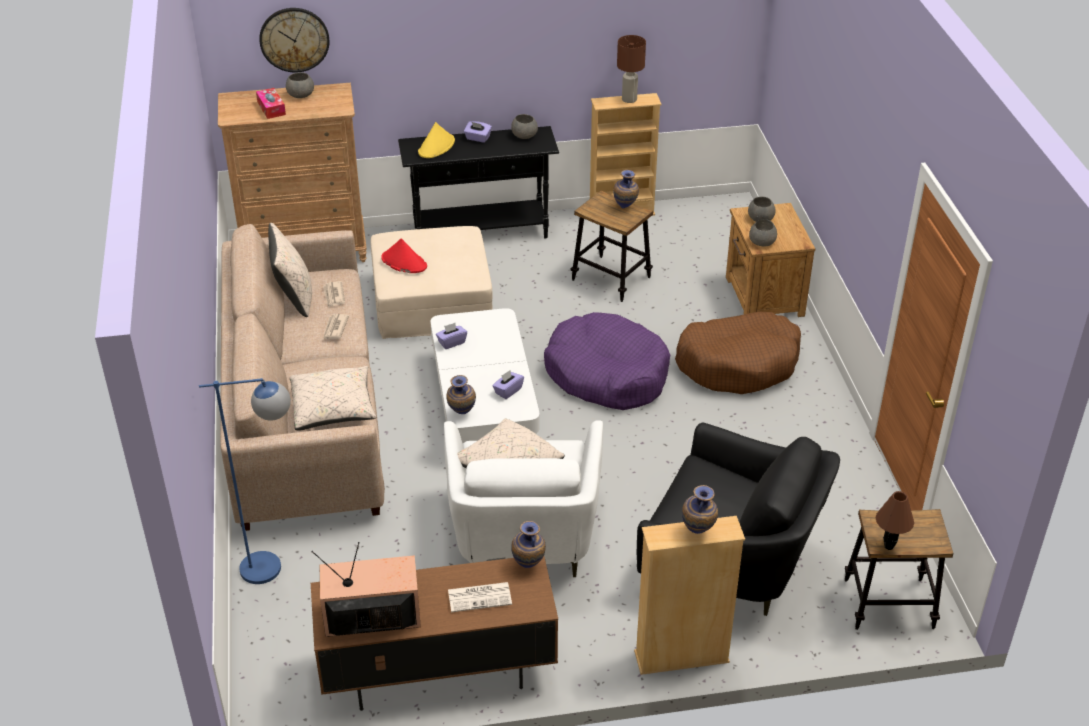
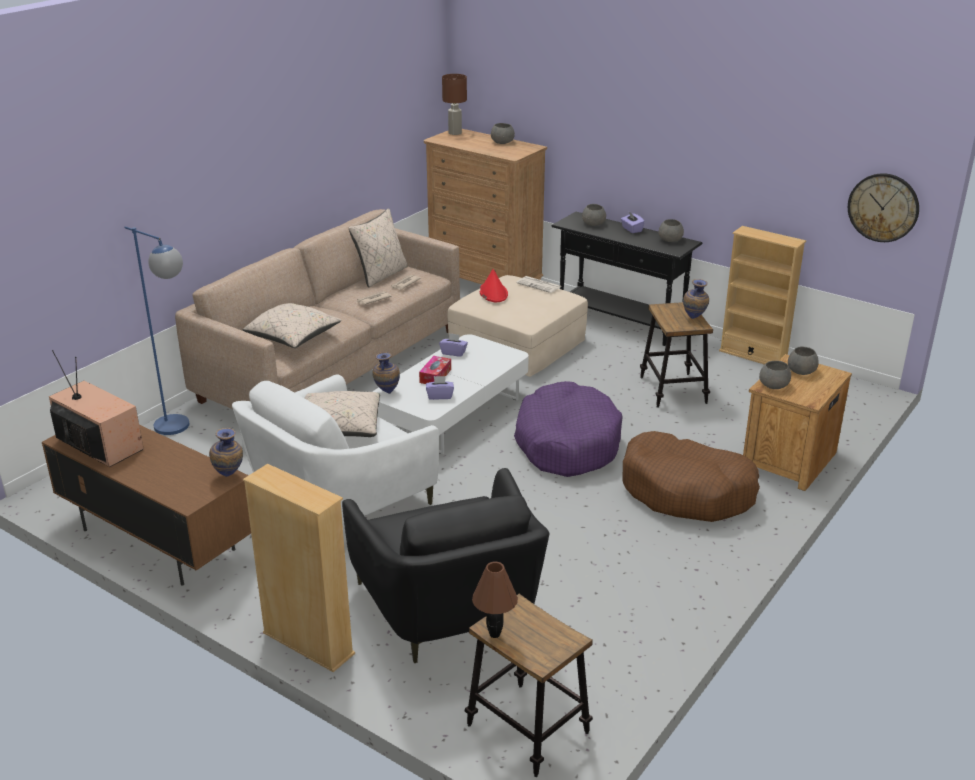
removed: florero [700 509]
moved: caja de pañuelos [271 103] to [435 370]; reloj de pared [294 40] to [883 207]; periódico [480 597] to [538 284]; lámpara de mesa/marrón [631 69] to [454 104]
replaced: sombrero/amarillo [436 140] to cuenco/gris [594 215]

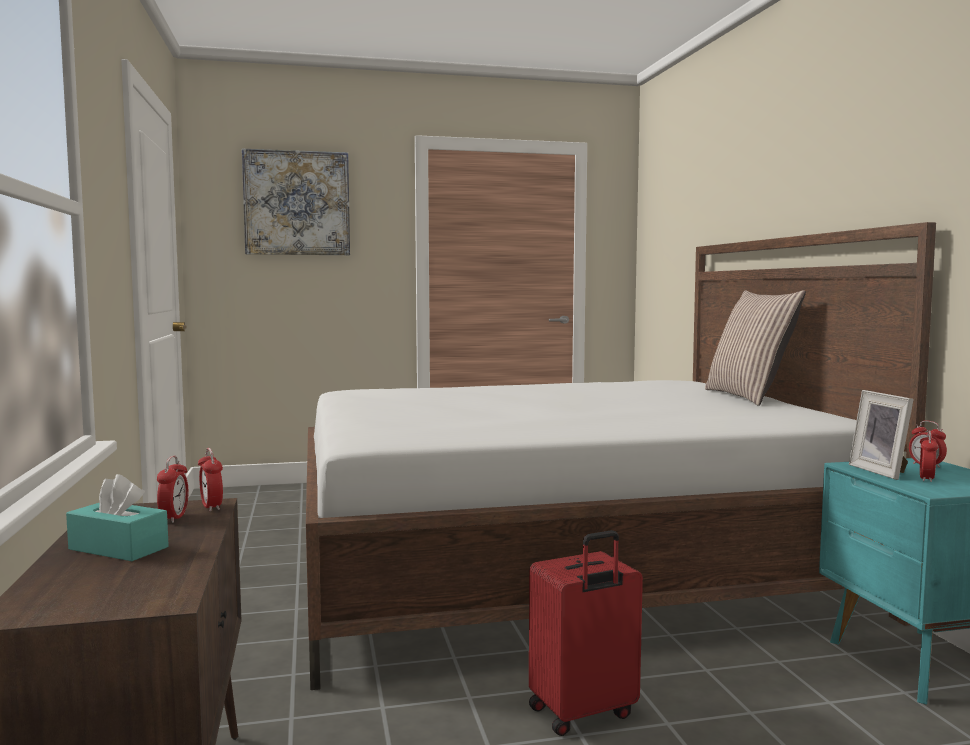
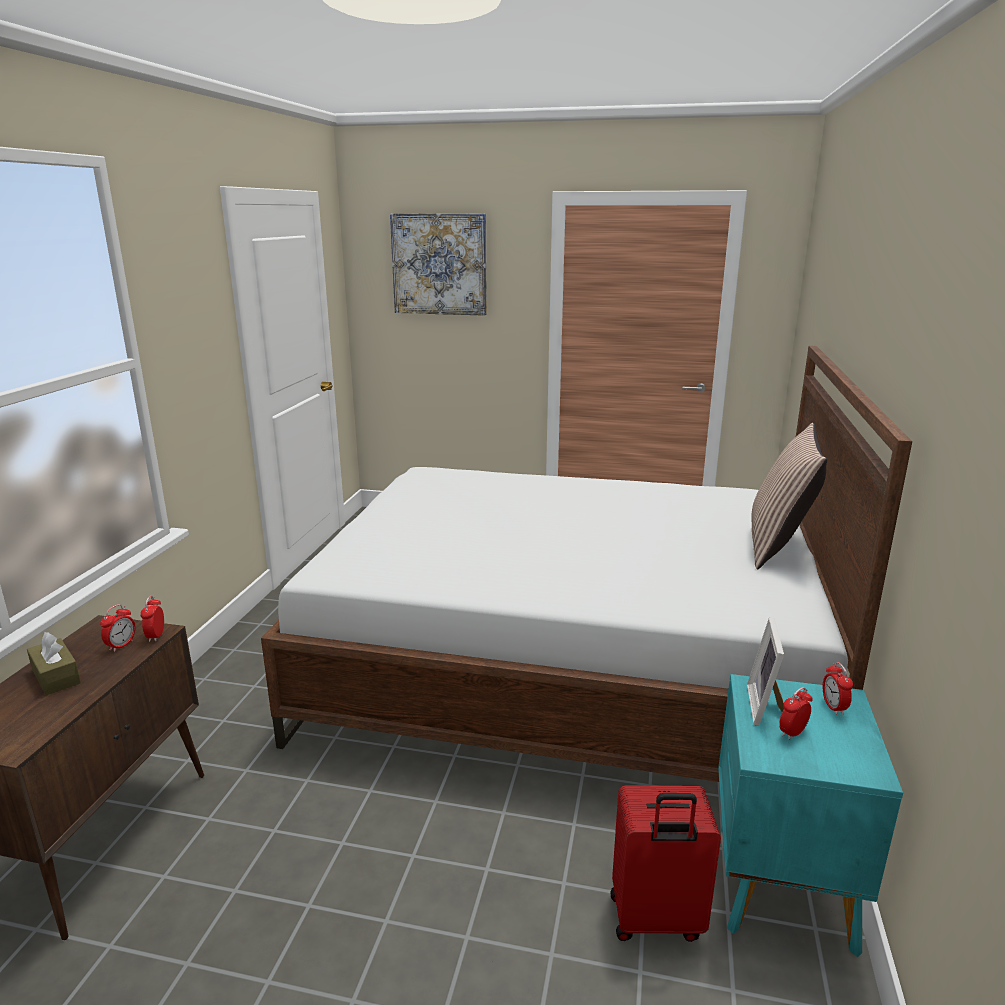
moved: maleta/rojo [586 633] to [665 864]
recoloured: caja de pañuelos/turquesa [117 517] to caja de pañuelos/marrón [54 664]

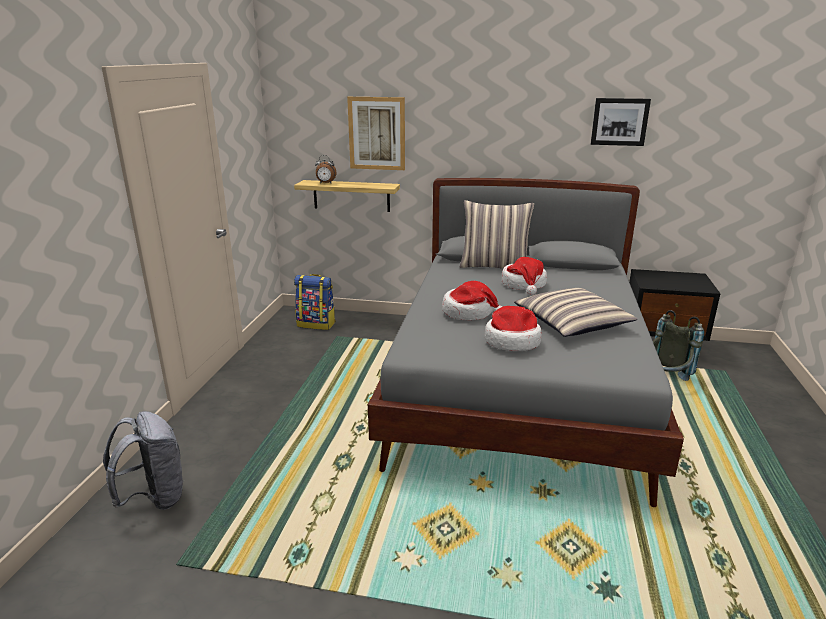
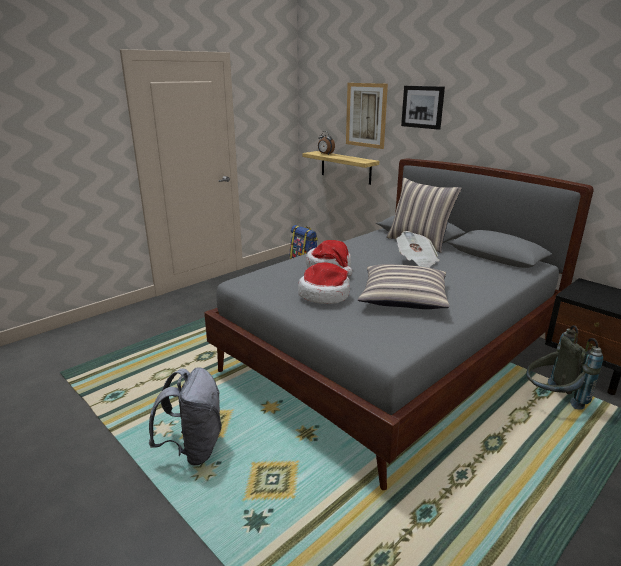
moved: mochila/gris [143 460] to [185 416]; cuadro [621 122] to [423 108]
replaced: sombrero [524 276] to periódico [418 249]

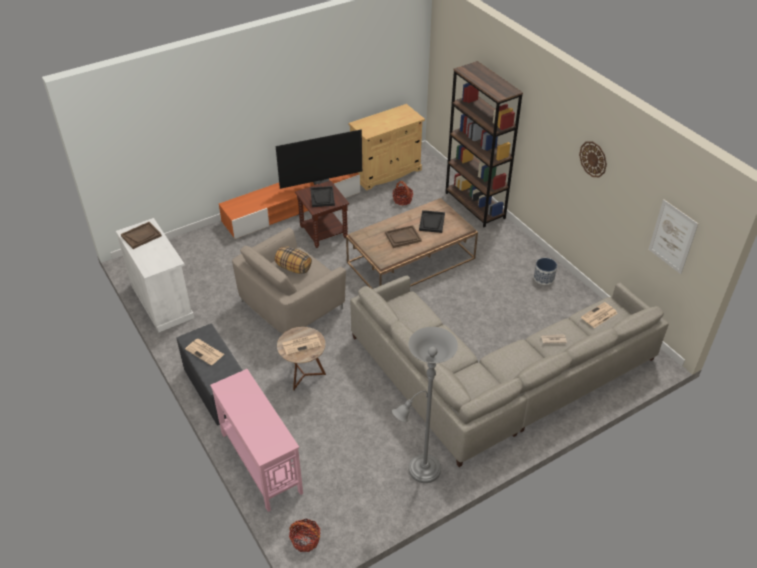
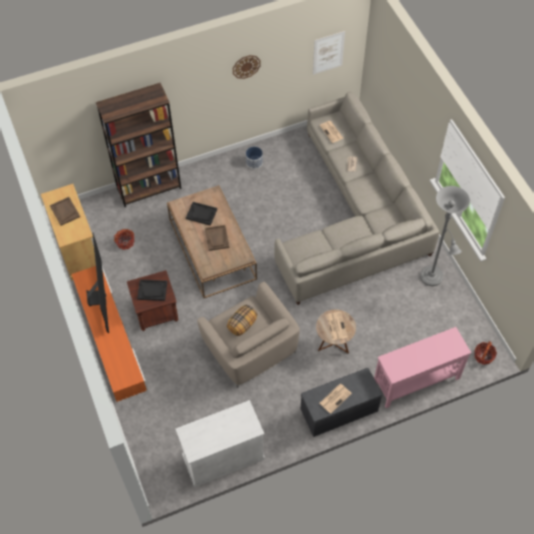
moved: bandeja/marrón [141 235] to [65 211]

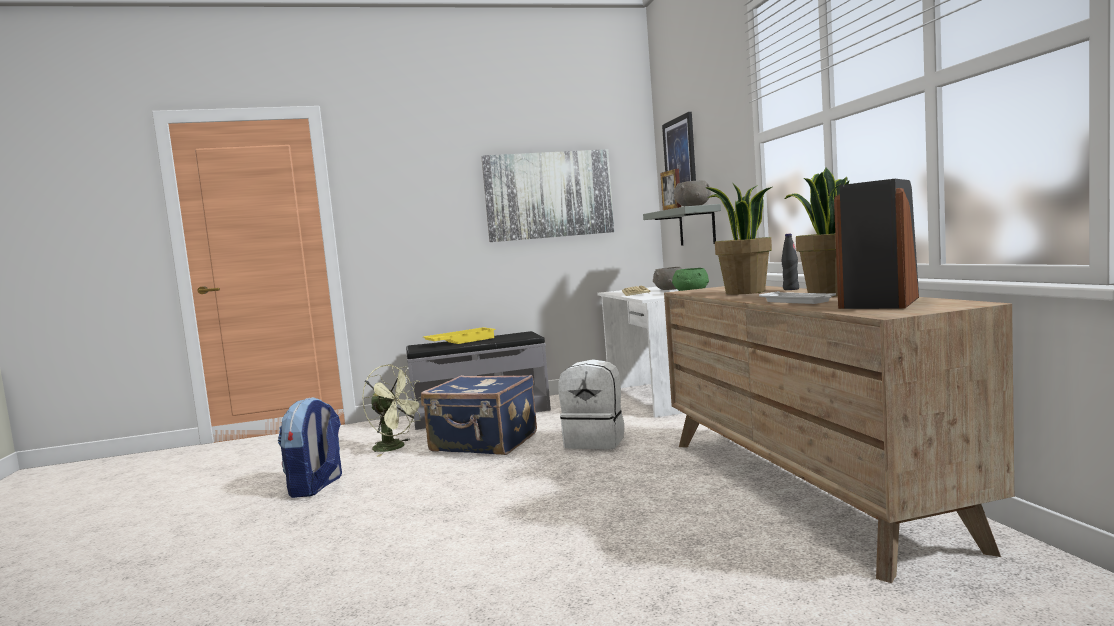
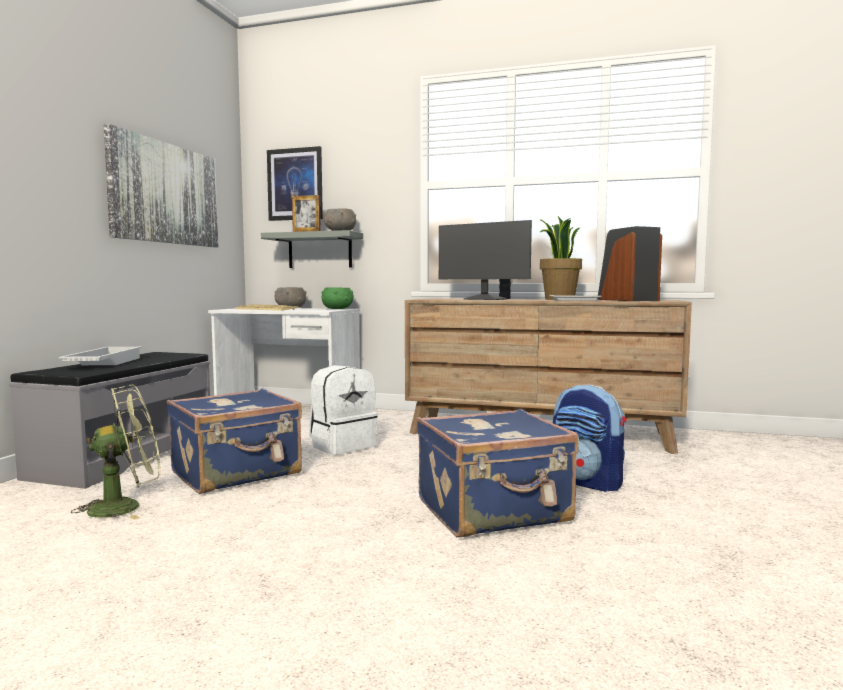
added: maleta/azul [498 473]
moved: mochila [310 447] to [590 438]
replaced: planta en maceta [738 238] to monitor [485 260]
recoloured: bandeja/amarillo [459 335] to bandeja/blanco [100 356]

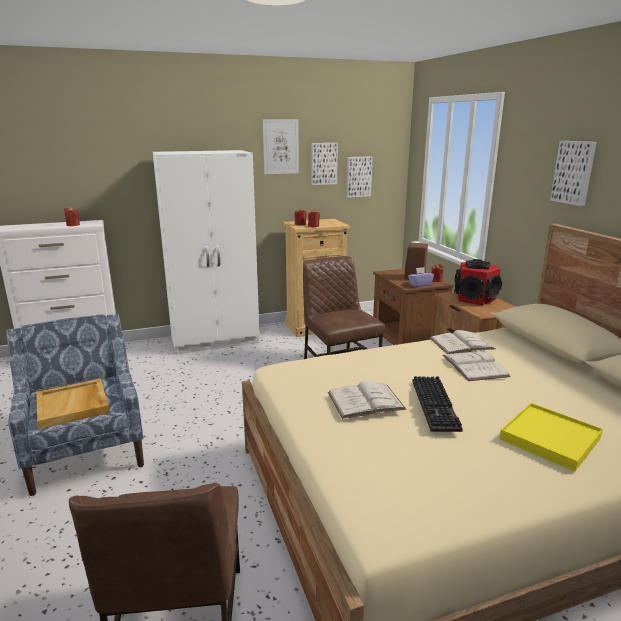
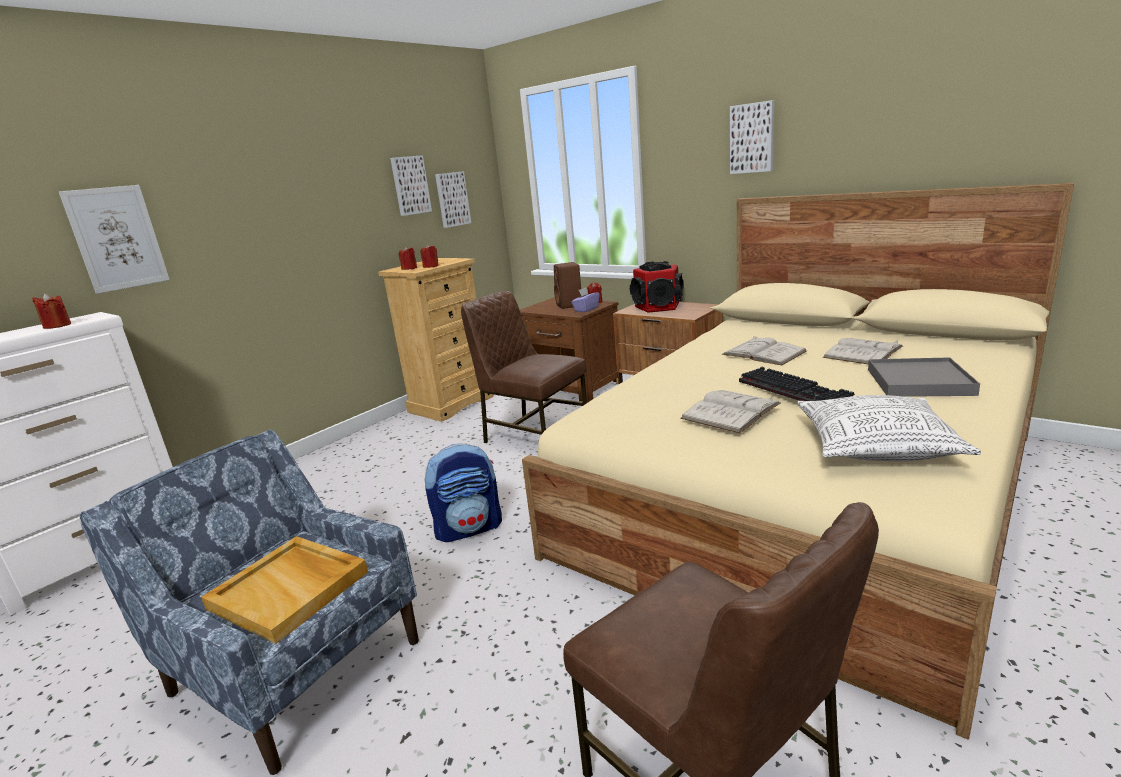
removed: armario ropero/blanco [206 252]
added: mochila [463 492]; cojín [889 428]
moved: cuadro [281 147] to [114 239]; libro/blanco [462 342] to [863 351]
recoloured: bandeja/amarillo [551 437] to bandeja/gris [924 377]

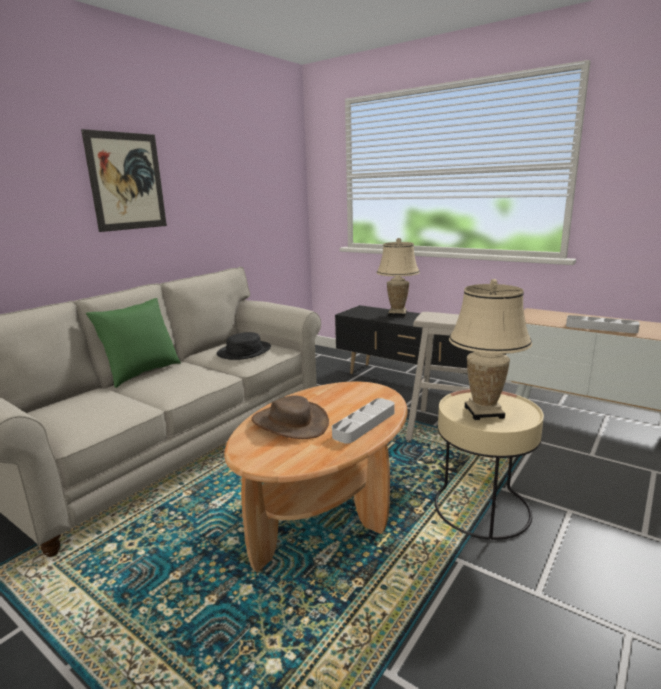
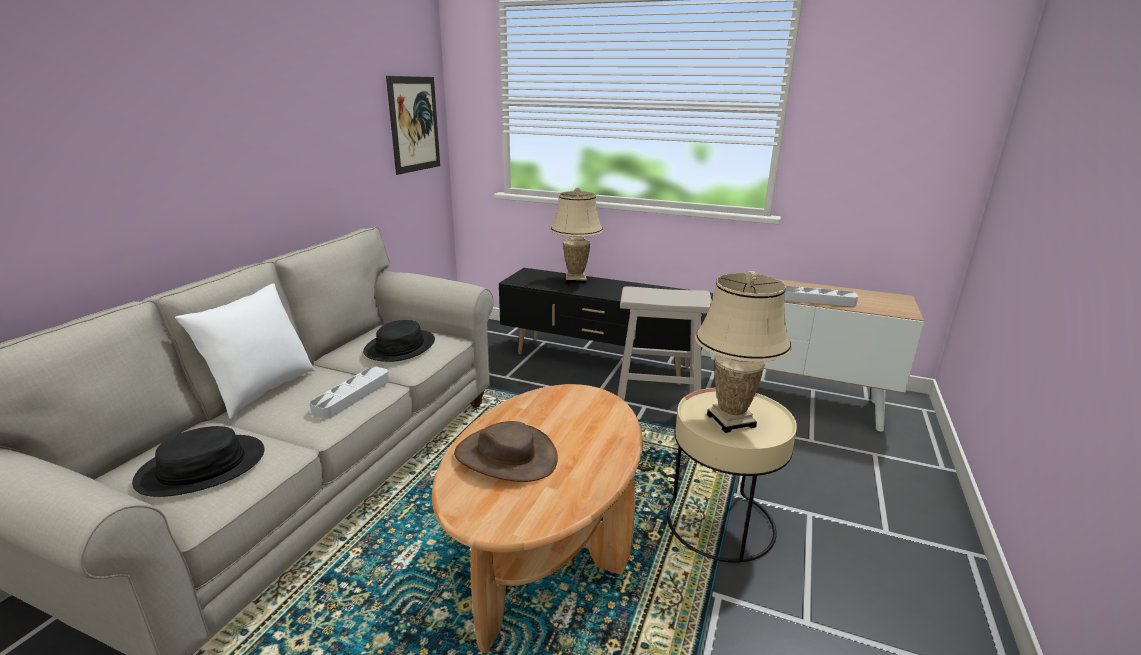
added: sombrero/negro [198 461]
moved: cuadro [124 180] to [413 125]; bandeja/gris [363 421] to [349 393]
recoloured: cojín/verde [133 343] to cojín/blanco [245 351]

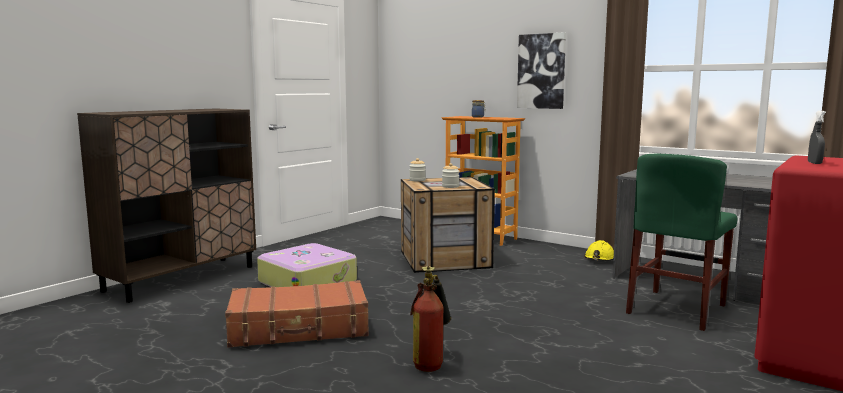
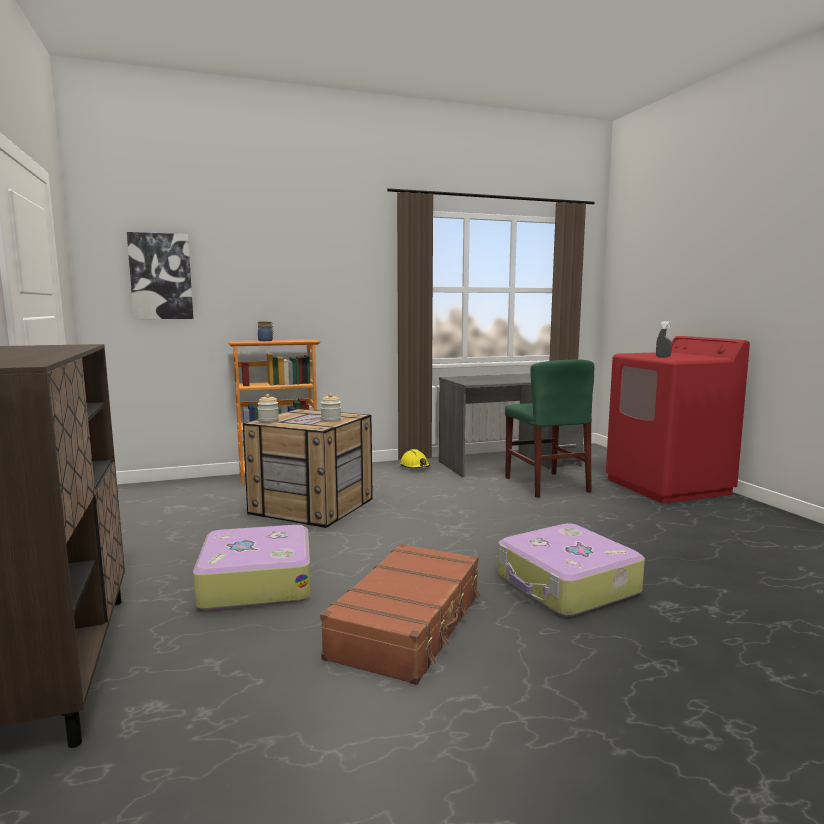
moved: cuadro [541 70] to [160 275]
replaced: extintor [430 319] to maleta [571 570]

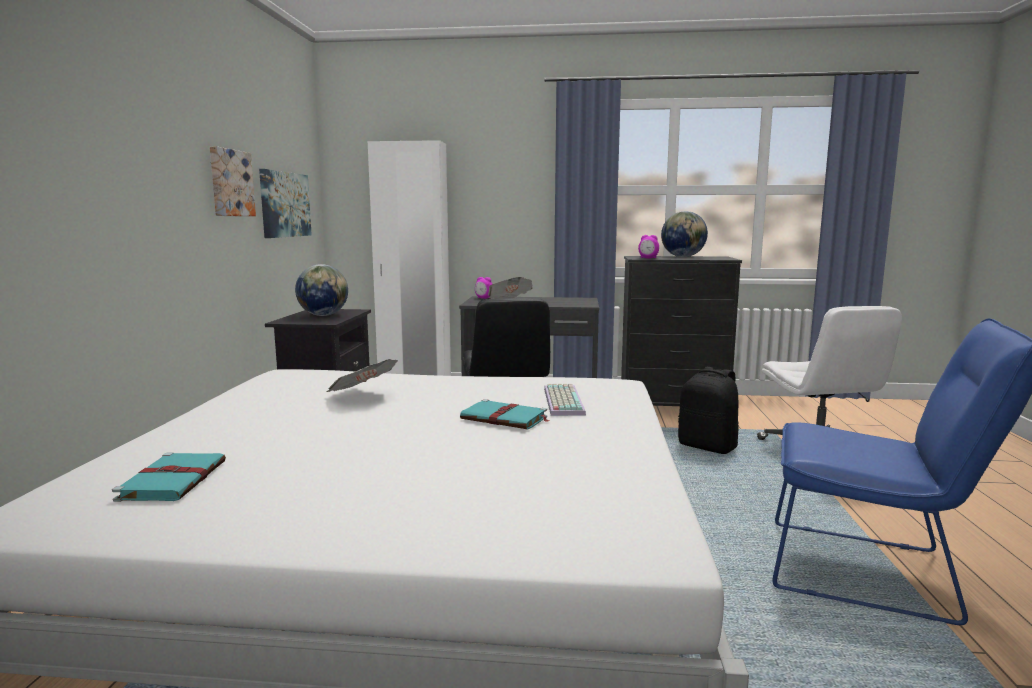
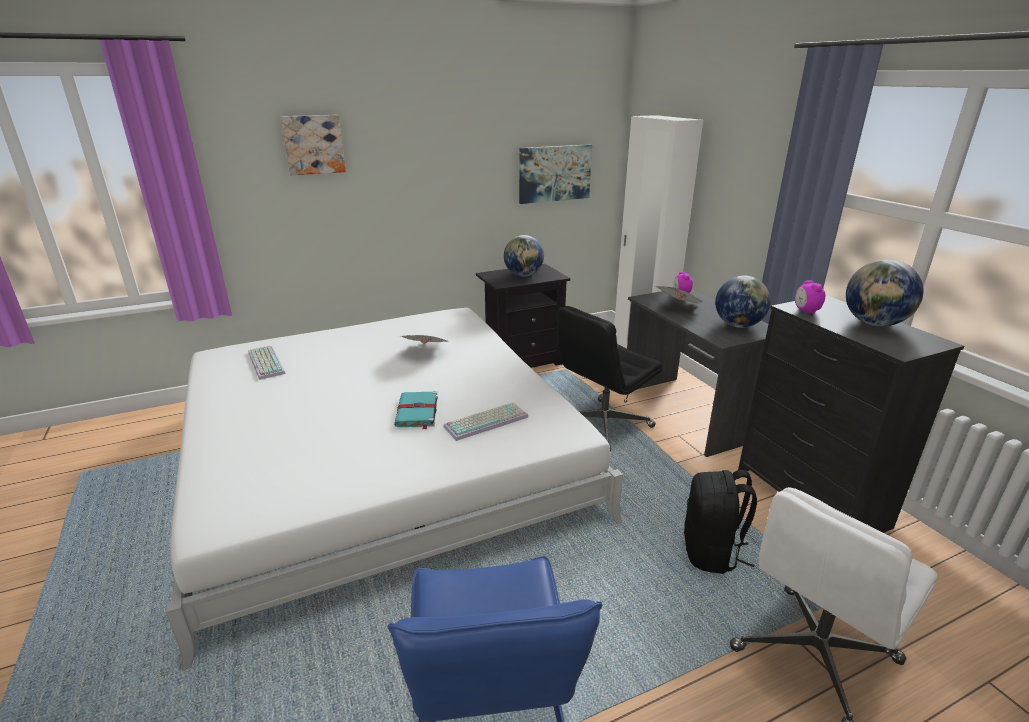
added: globo terráqueo [743 302]
moved: cuadro [233 181] to [313 145]
replaced: libro/turquesa [169 477] to teclado [267 362]

